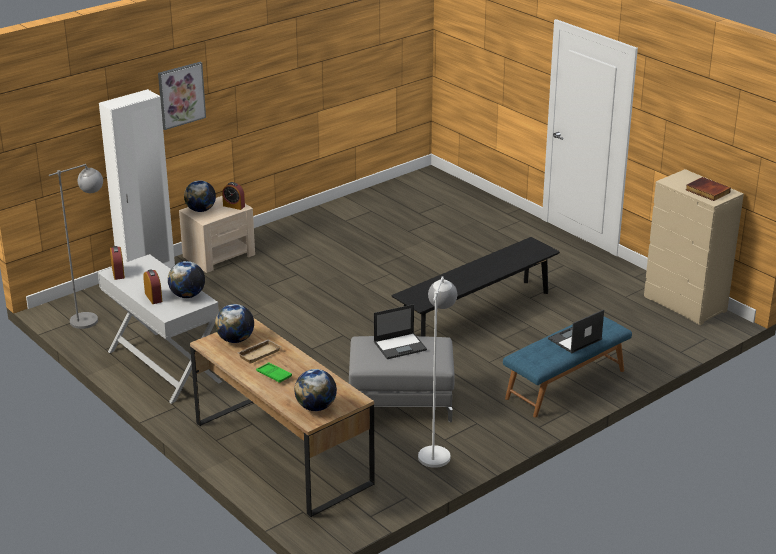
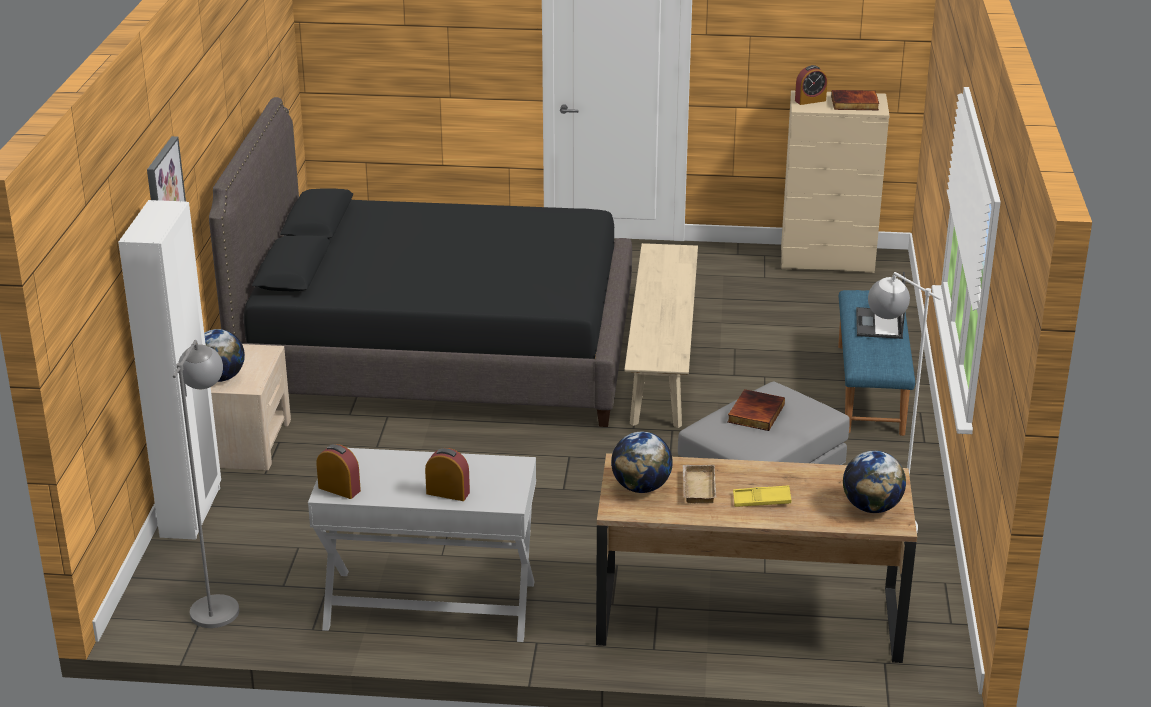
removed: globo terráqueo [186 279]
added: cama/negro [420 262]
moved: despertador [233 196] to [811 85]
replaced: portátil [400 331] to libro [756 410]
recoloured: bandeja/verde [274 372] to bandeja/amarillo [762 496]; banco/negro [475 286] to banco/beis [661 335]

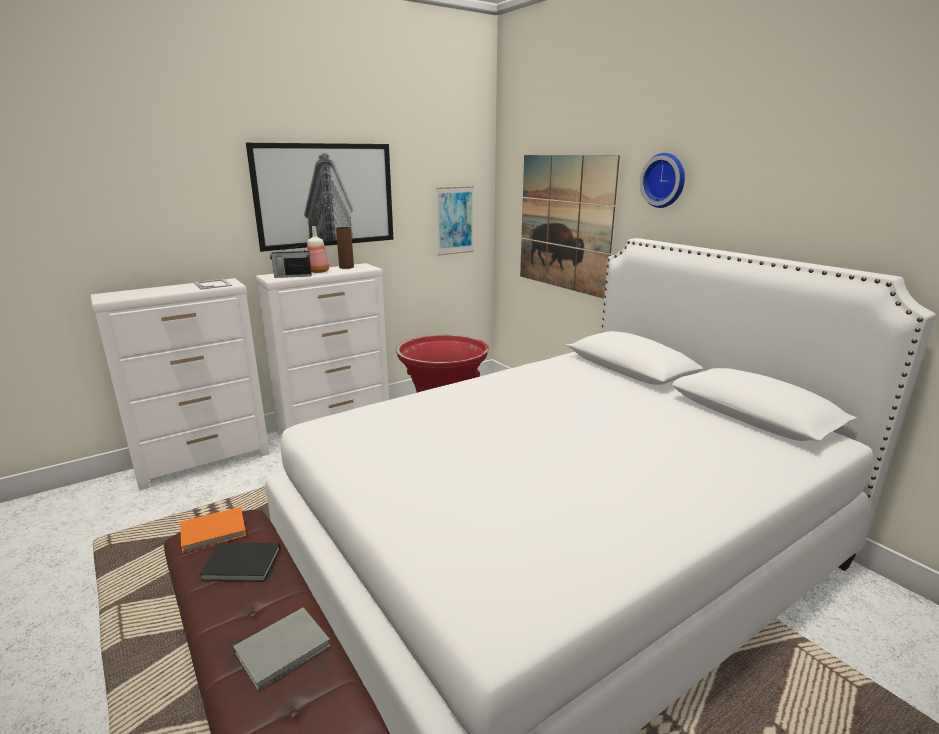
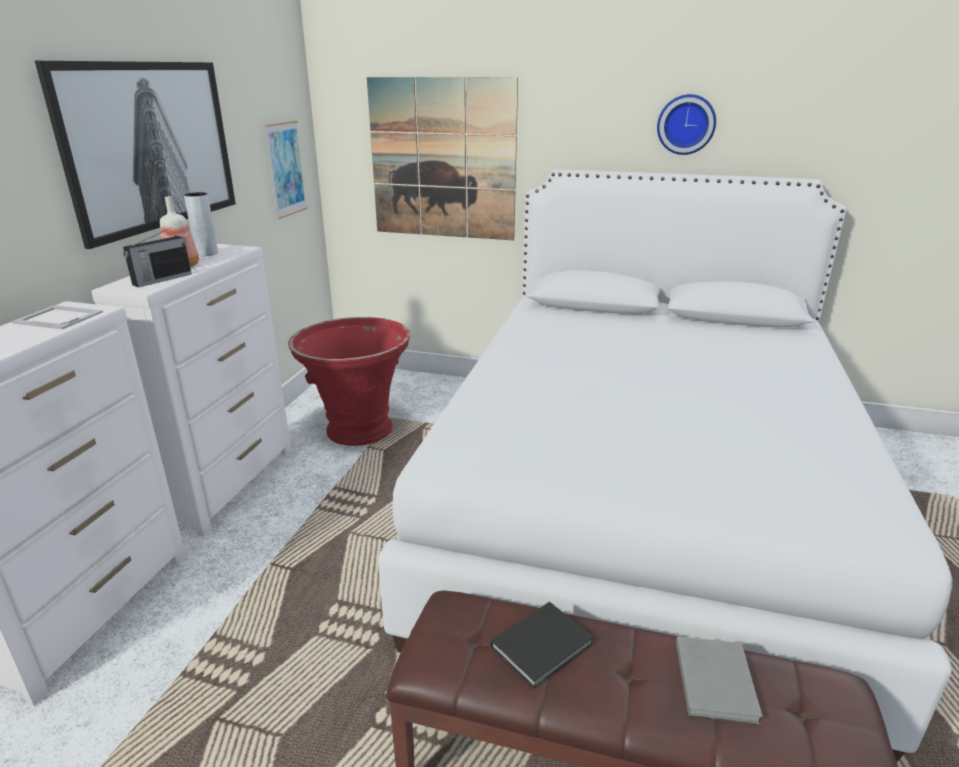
removed: libro/naranja [213 530]
moved: reloj de pared [662 180] to [686 124]
recoloured: florero/marrón [345 248] to florero/gris [201 224]

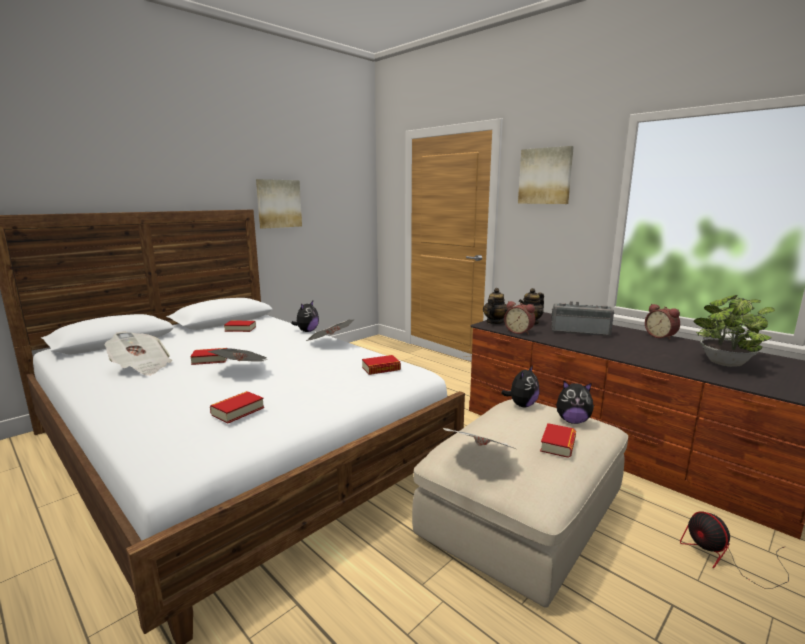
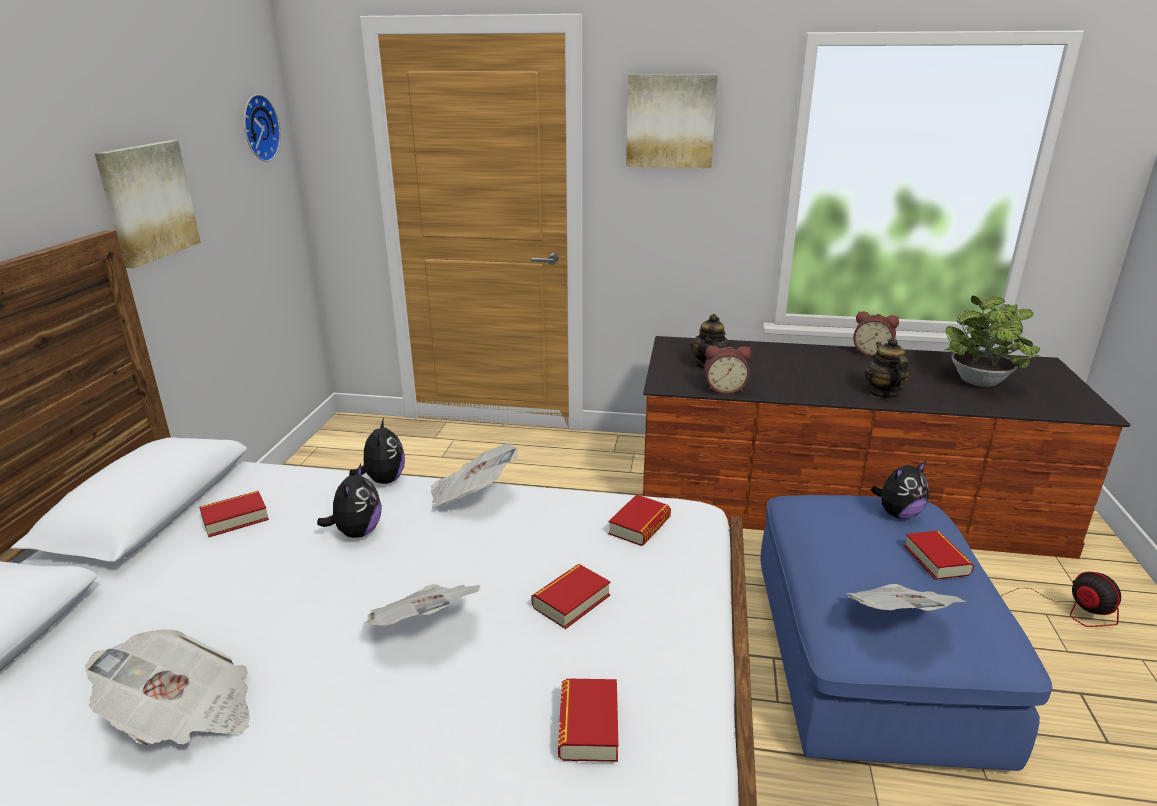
removed: radio [582 318]
added: reloj de pared [262 128]
moved: libro [209 356] to [570 596]; tetera [495 306] to [887 368]; peluche [520 386] to [349 501]
recoloured: puf/beis [520 503] to puf/azul [906 633]
turned: ventilador [734 550] = [1061 599] 150 degrees counterclockwise

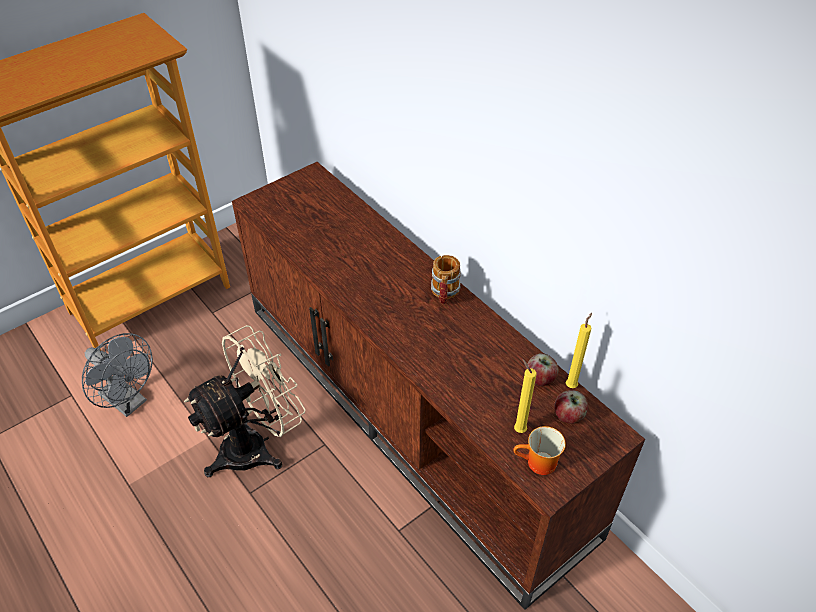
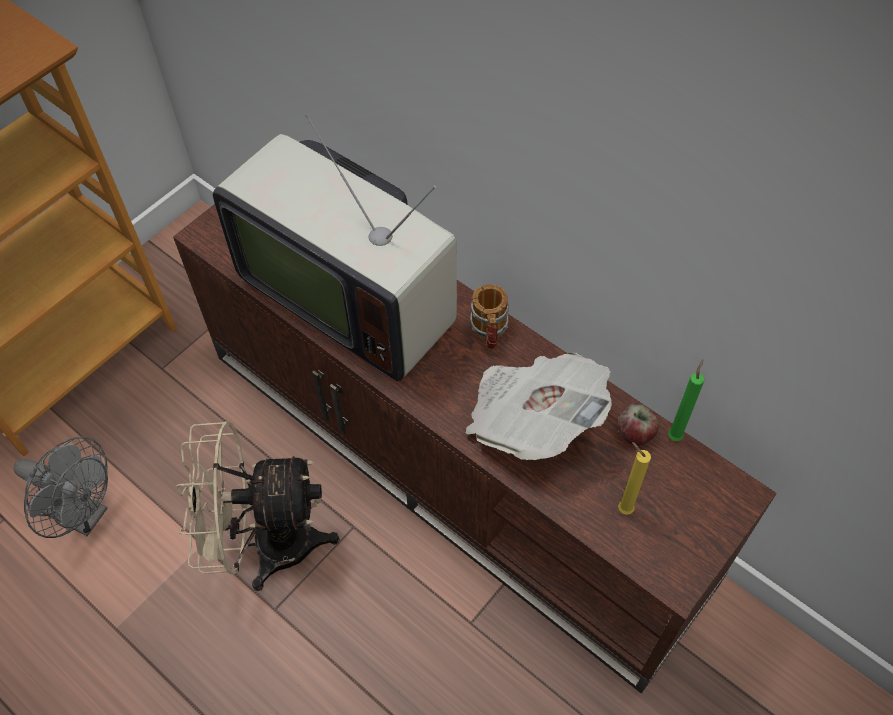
removed: taza grande [539 450]; manzana [571 407]
added: televisor [335 247]; periódico [538 406]
recoloured: vela/amarillo [579 350] to vela/verde [686 400]
turned: ventilador/beis [245 401] = [258 506] 135 degrees counterclockwise

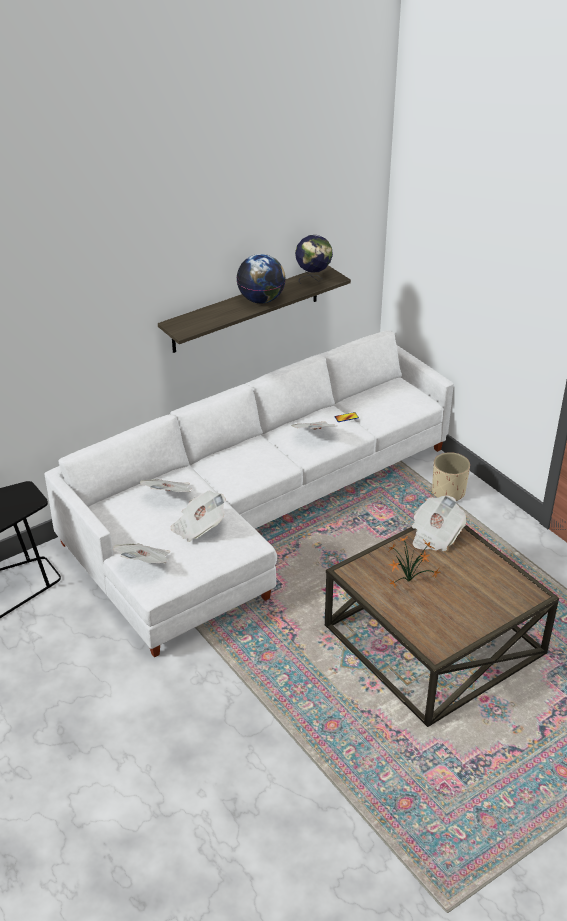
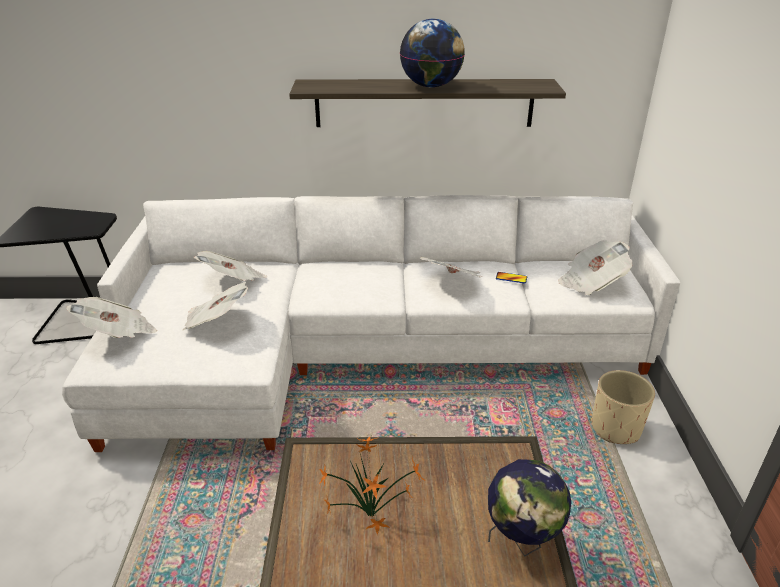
moved: globo terráqueo [314 259] to [529 508]; periódico [439 523] to [595 267]

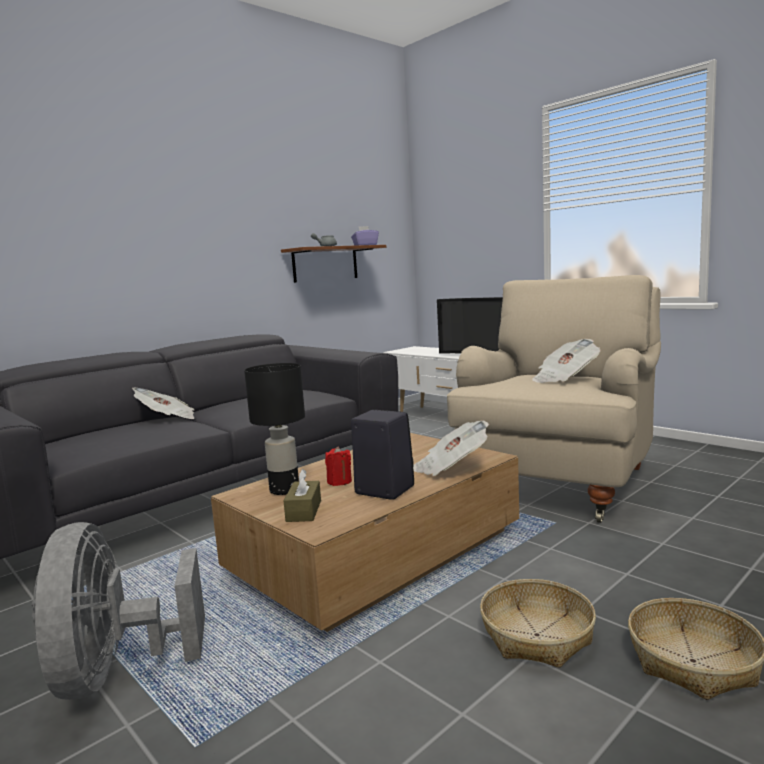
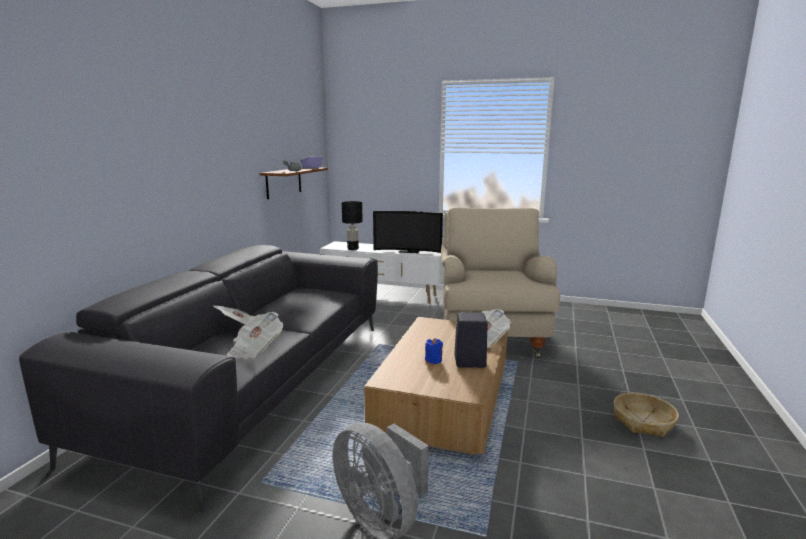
removed: caja de pañuelos/marrón [302 495]; cesta [538 623]
moved: lámpara de mesa/negro [274 429] to [352 225]; periódico [566 361] to [255 335]
recoloured: vela/rojo [338 466] to vela/azul [434 351]

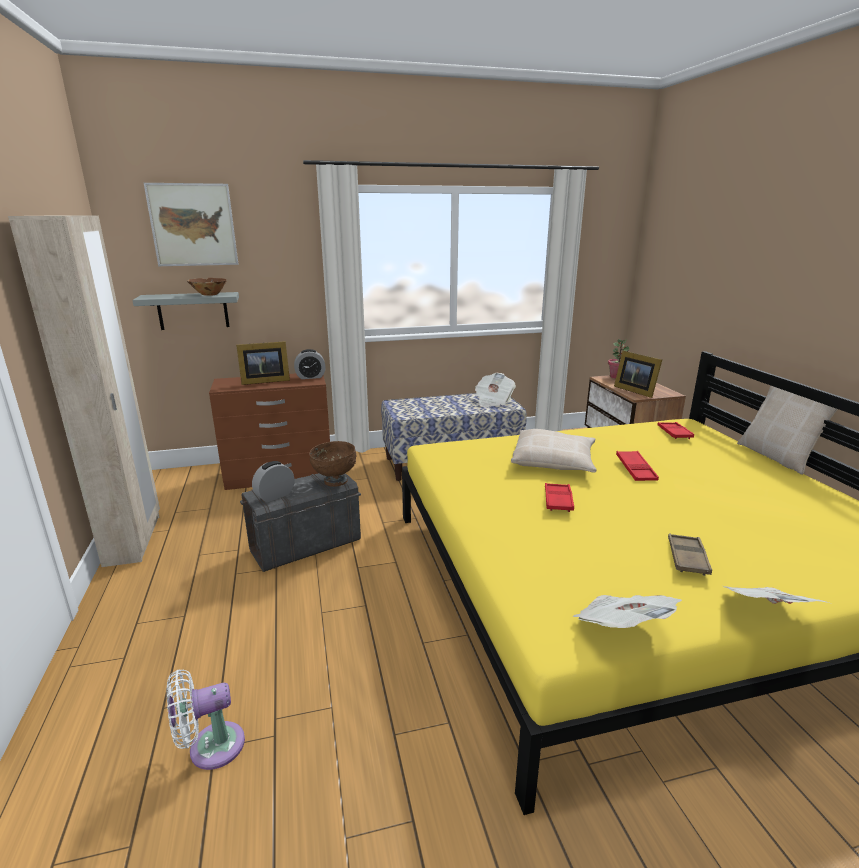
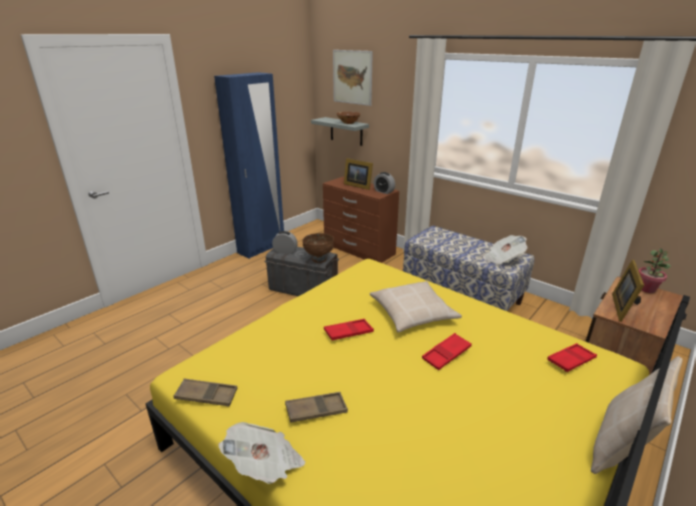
removed: ventilador/blanco [205 720]
replaced: periódico [627 611] to bandeja/marrón [205 392]
recoloured: armario ropero/beis [84 391] to armario ropero/azul [249 165]

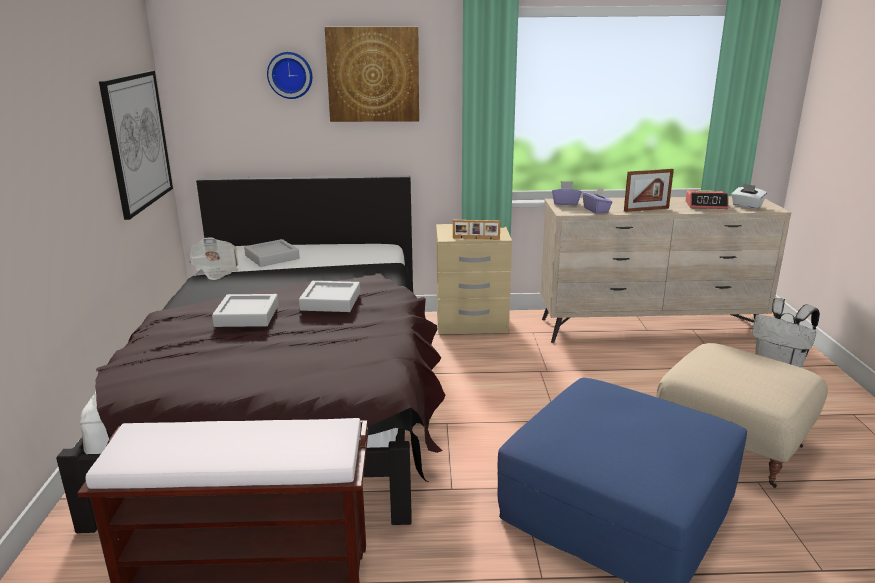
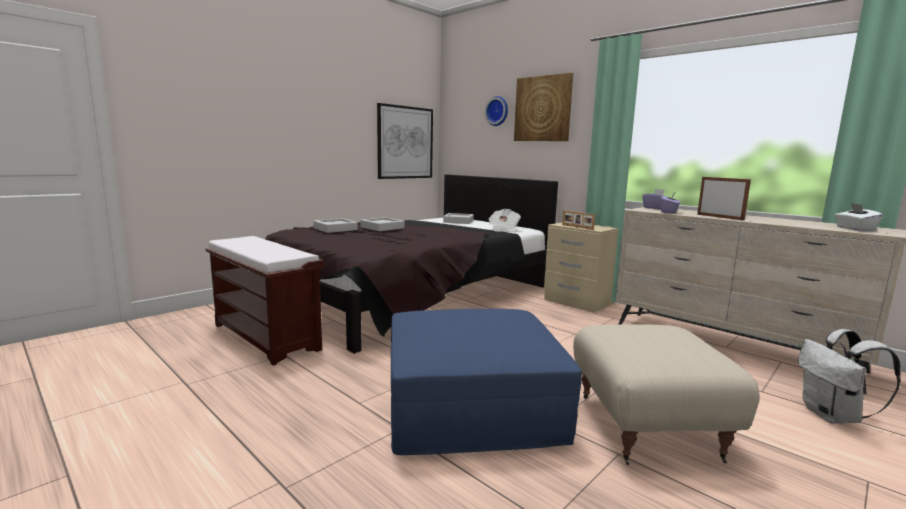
removed: despertador [706 199]
moved: periódico [214 258] to [505 220]; bandeja/gris [329 296] to [335 225]
turned: portarretratos [649 190] = [724 199] 150 degrees counterclockwise

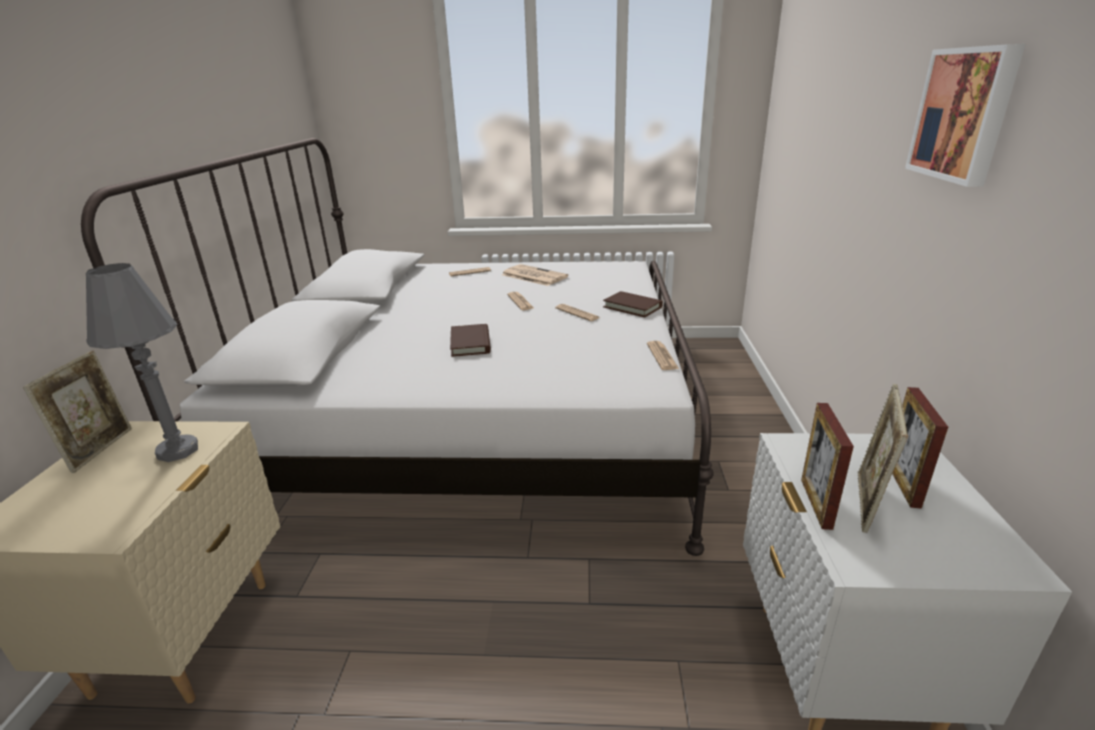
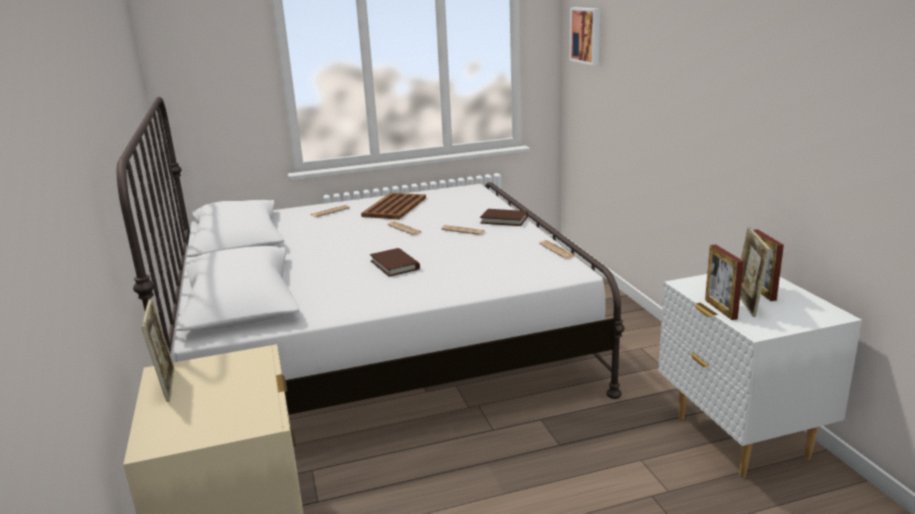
removed: lámpara de mesa/gris [142 362]
moved: cuadro [965 115] to [585 36]
replaced: periódico [535 275] to bandeja/marrón [393 206]

